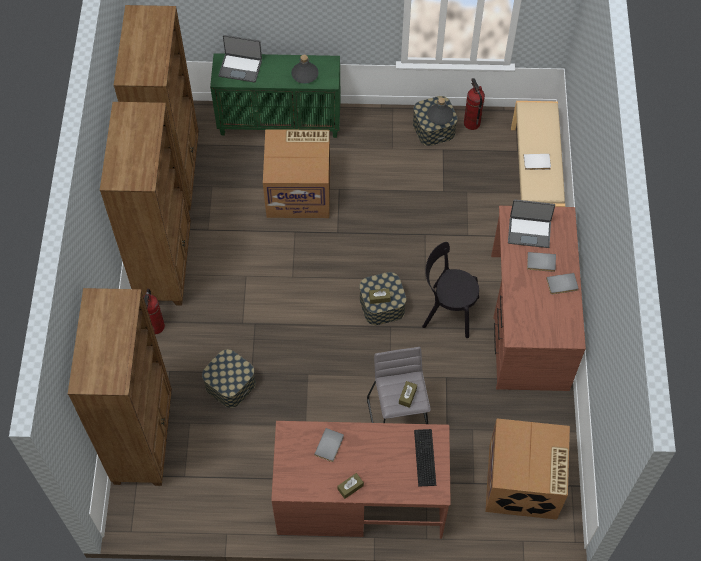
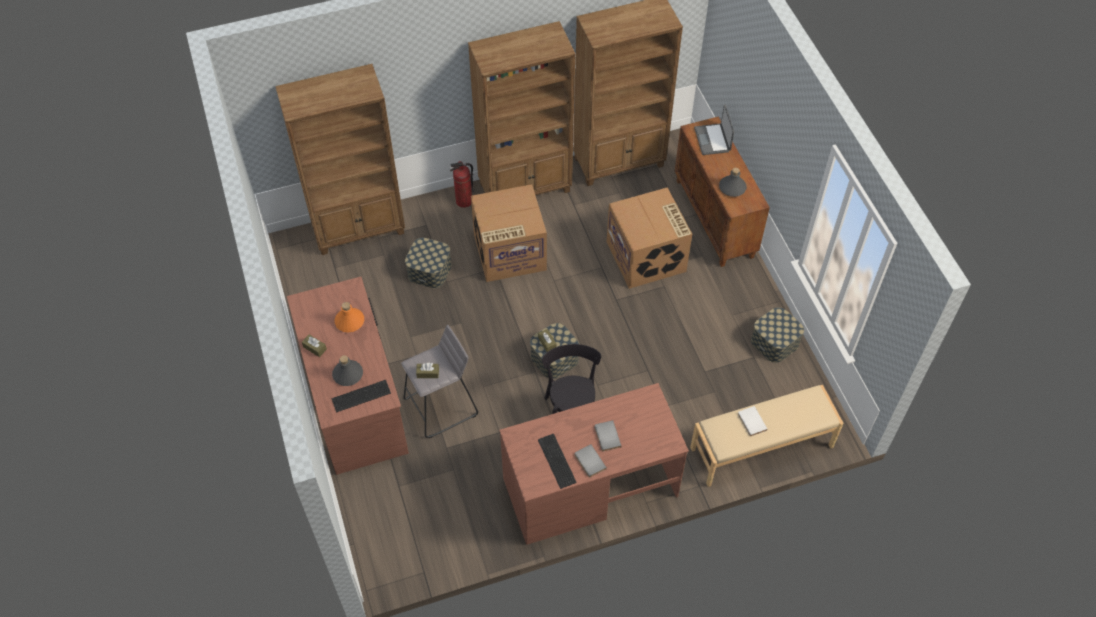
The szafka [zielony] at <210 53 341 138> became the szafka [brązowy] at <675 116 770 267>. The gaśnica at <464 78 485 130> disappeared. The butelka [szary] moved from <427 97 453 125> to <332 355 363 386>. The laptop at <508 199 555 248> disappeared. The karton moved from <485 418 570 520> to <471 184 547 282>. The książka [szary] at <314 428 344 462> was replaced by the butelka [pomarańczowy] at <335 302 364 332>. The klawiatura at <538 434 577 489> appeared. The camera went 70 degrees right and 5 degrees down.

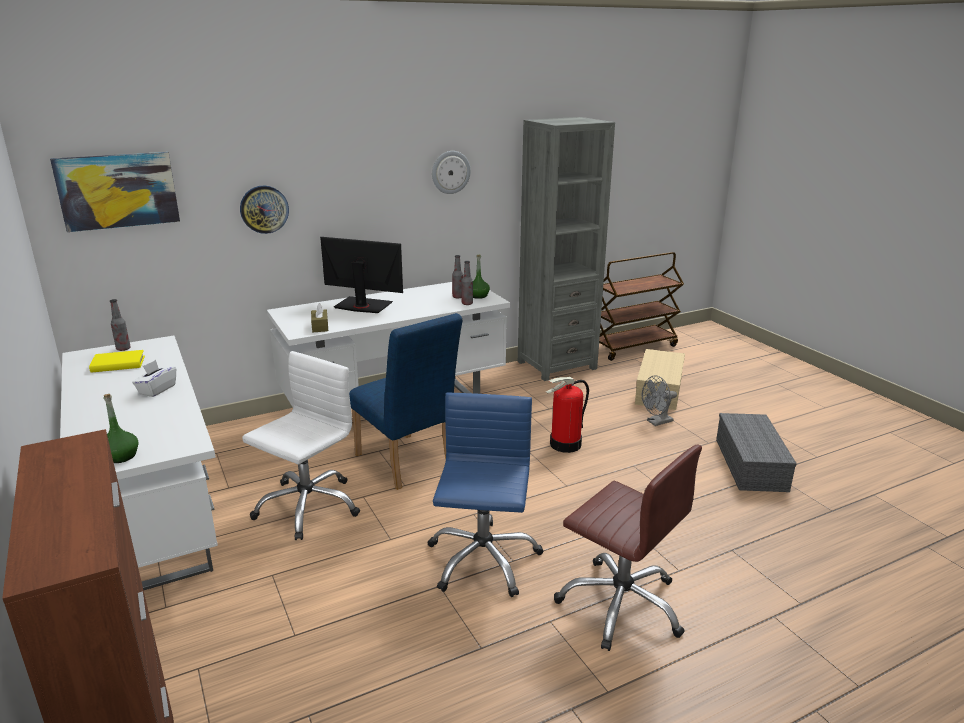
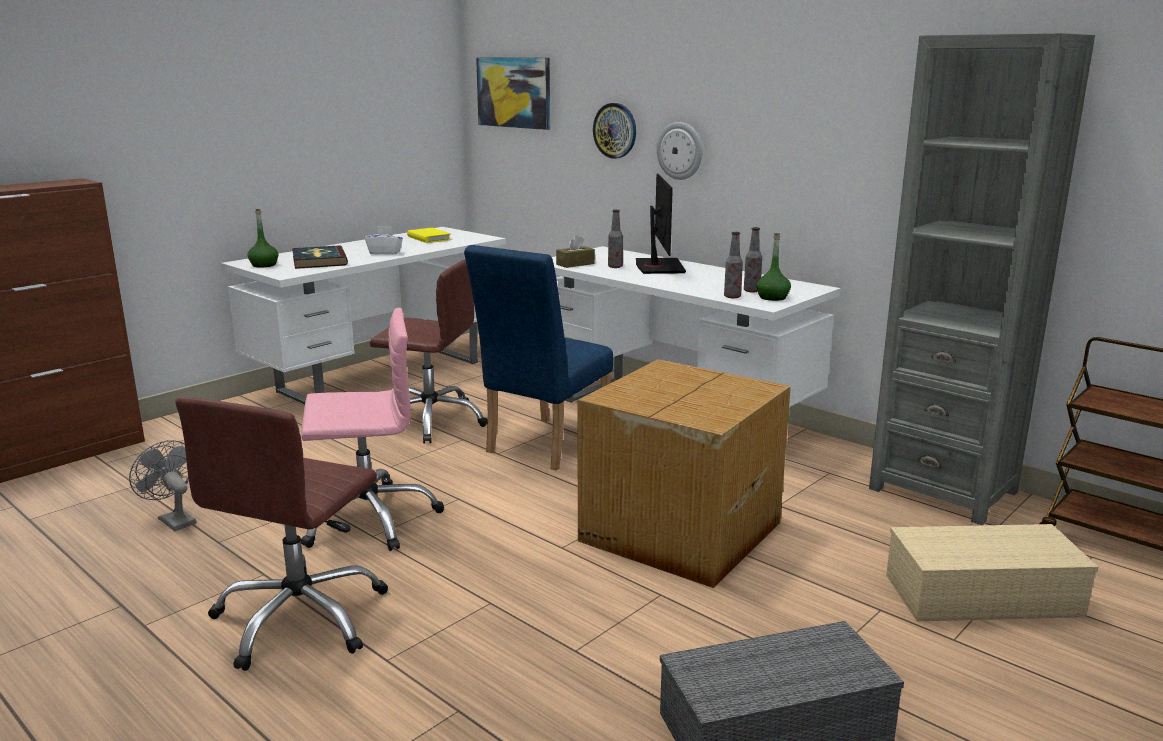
The zegar ścienny moved from <432 151 471 194> to <657 122 702 180>. The butelka moved from <110 299 131 351> to <608 209 623 268>. The krzesło biurowe [biały] at <242 351 360 540> became the krzesło biurowe [brązowy] at <370 259 488 444>. The wentylator [szary] moved from <642 375 677 426> to <129 440 196 531>. The gaśnica at <546 377 589 453> was replaced by the karton at <578 359 791 588>. The krzesło biurowe [niebieski] at <427 393 543 597> became the krzesło biurowe [różowy] at <301 308 444 551>. The książka at <292 245 348 269> appeared. The camera went 70 degrees right and 5 degrees down.

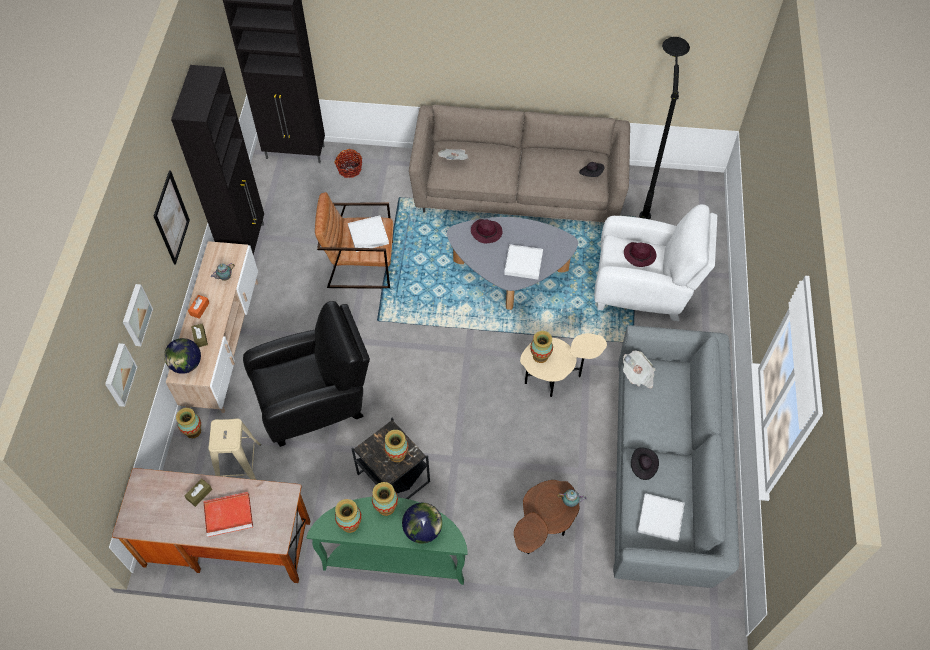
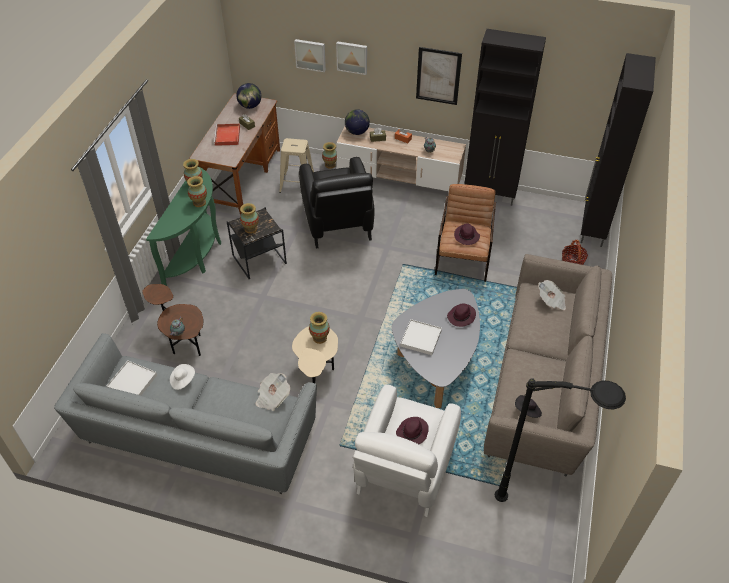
The taca [biały] at <348 215 389 252> was replaced by the kapelusz [fioletowy] at <454 223 480 245>. The kapelusz [czarny] at <631 448 659 480> became the kapelusz [biały] at <170 364 195 390>. The globus moved from <402 503 442 544> to <236 83 262 109>. The camera went 100 degrees right and 10 degrees down.

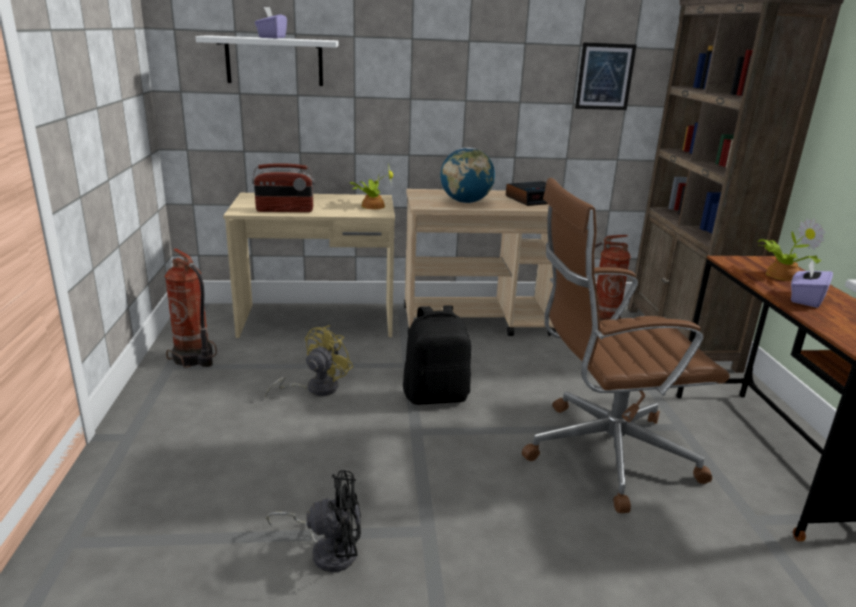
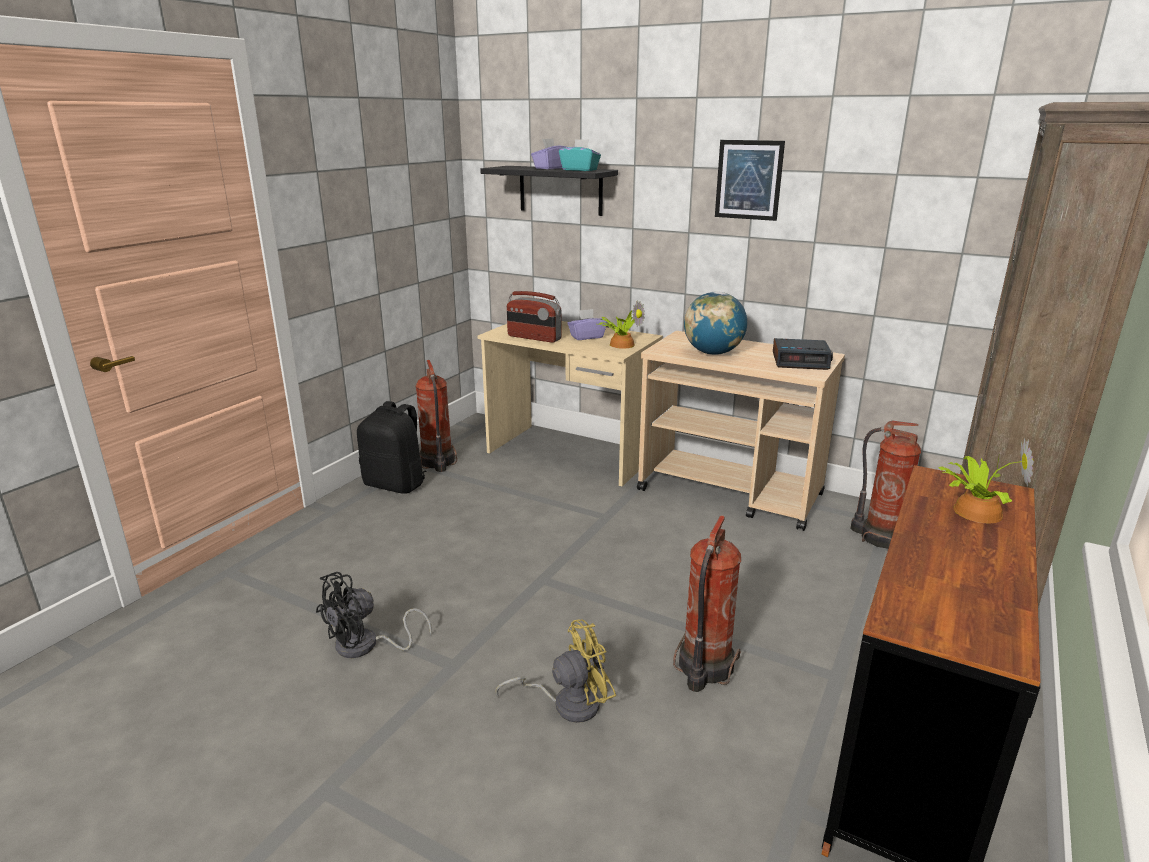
The półka [biały] at <196 35 339 86> became the półka [czarny] at <480 166 618 216>. The obraz moved from <575 42 637 110> to <715 140 785 221>. The krzesło biurowe [brązowy] at <522 178 730 513> was replaced by the gaśnica at <673 515 741 692>. The pudełko chusteczek [fioletowy] moved from <791 260 833 308> to <568 309 607 340>. The plecak [czarny] moved from <403 306 471 405> to <357 401 427 494>. The wentylator [żółty] moved from <266 325 353 399> to <495 619 616 723>. The wentylator [czarny] at <266 470 361 572> turned 105 degrees clockwise. The pudełko chusteczek [turkusowy] at <559 139 601 171> appeared. The camera went 35 degrees right and 0 degrees up.

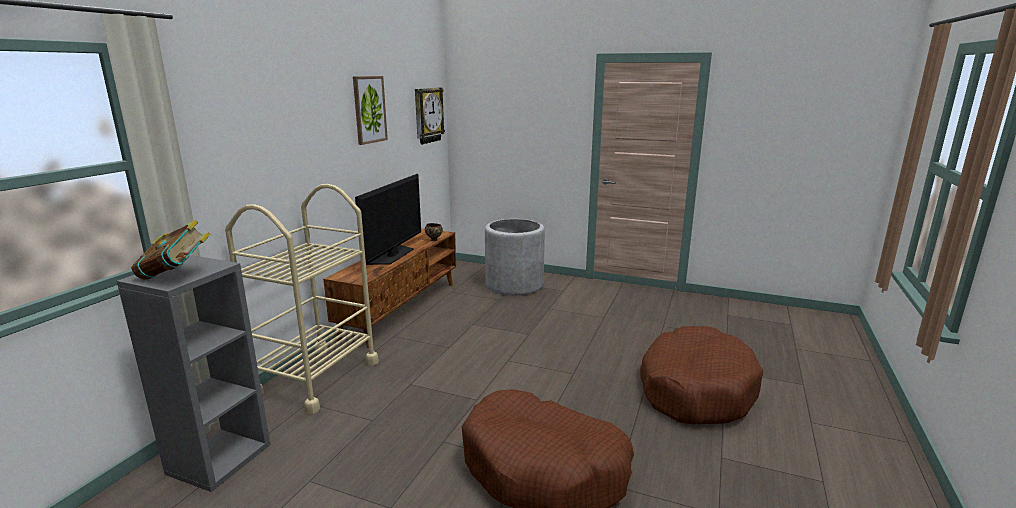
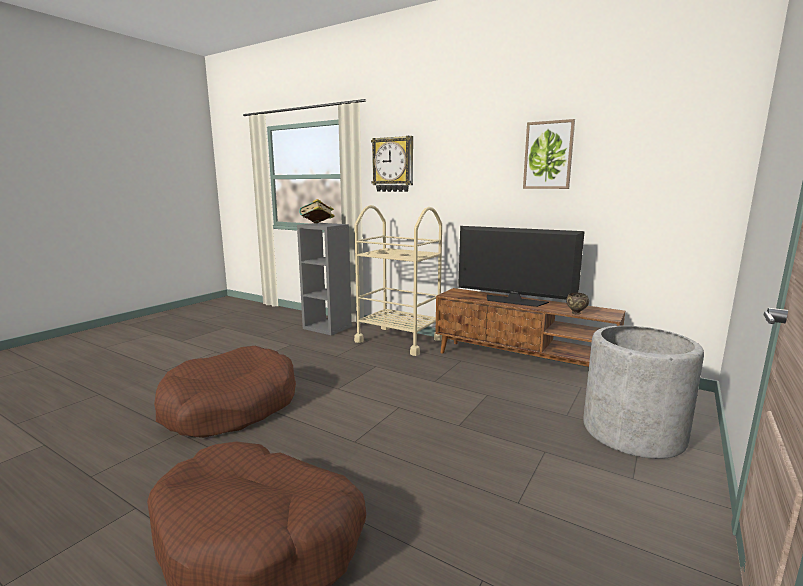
The zegar ścienny moved from <415 88 445 144> to <371 136 413 192>. The camera went 100 degrees right and 5 degrees down.

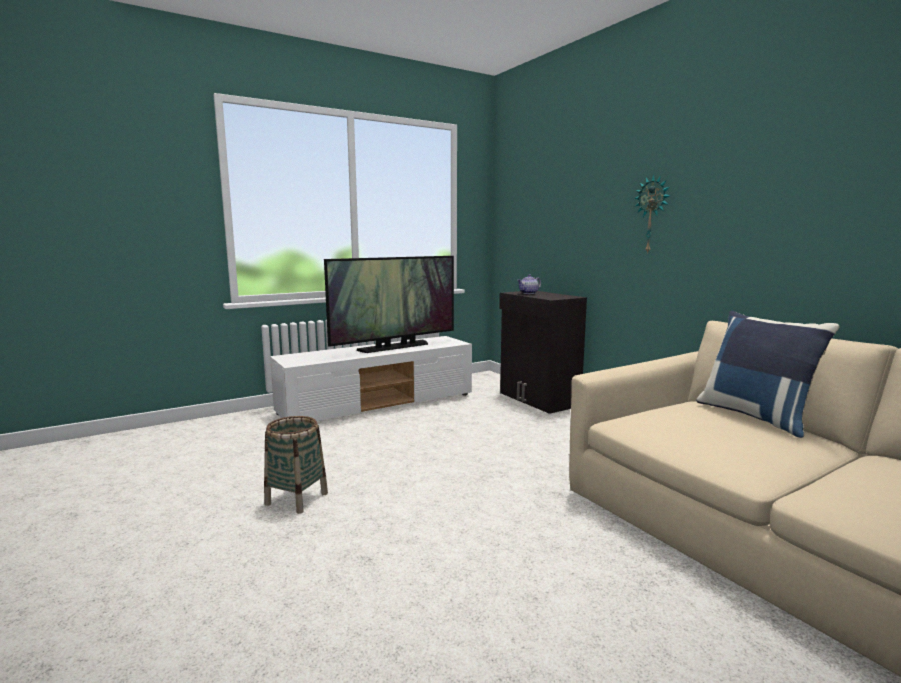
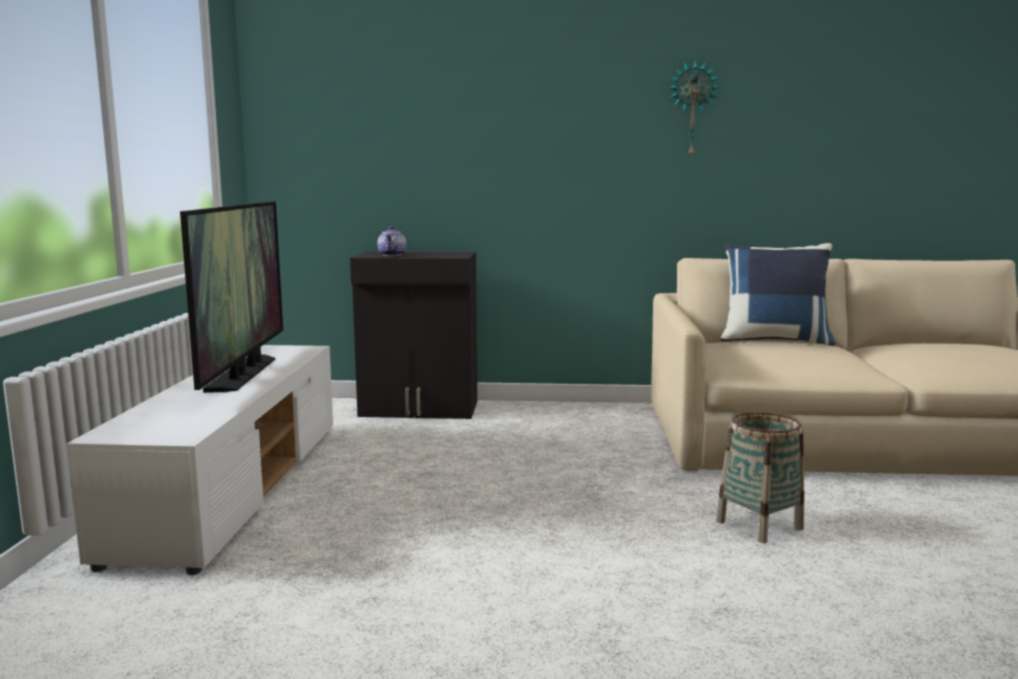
The zegar ścienny moved from <634 174 670 254> to <668 59 721 156>. The koszyk moved from <264 416 328 514> to <716 412 804 543>. The camera went 55 degrees left and 0 degrees up.

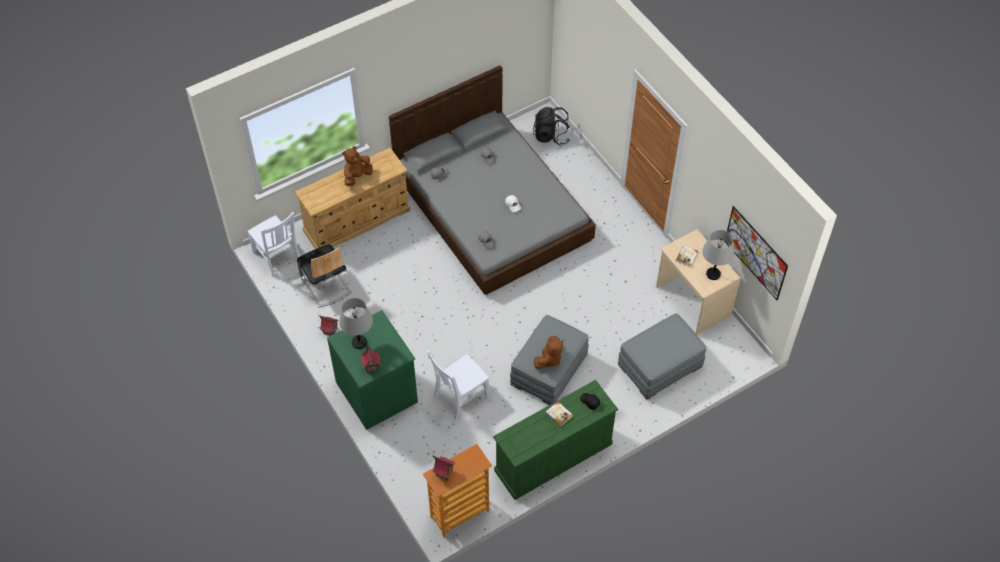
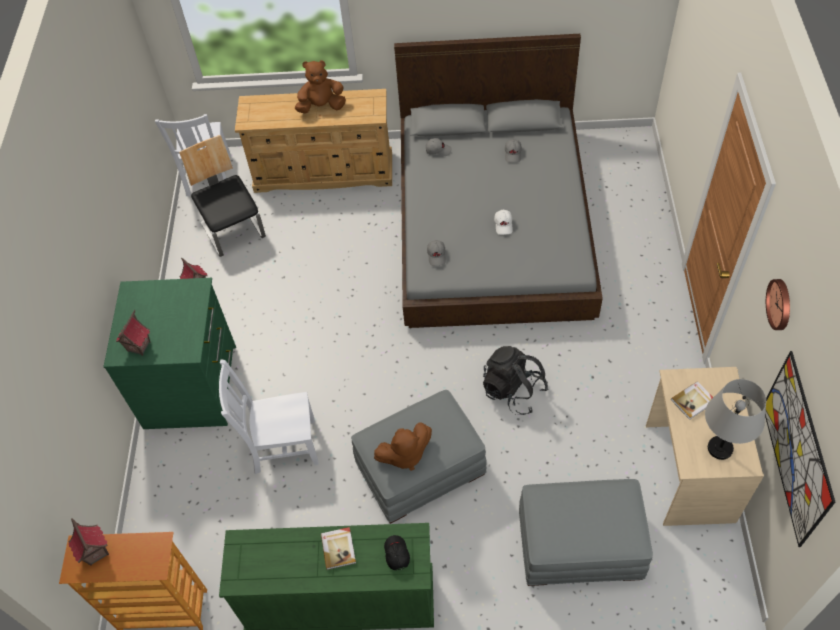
The plecak [czarny] moved from <533 107 571 145> to <483 346 548 415>. The krzesło at <297 244 352 308> turned 150 degrees clockwise. The lampa stołowa [szary] at <339 298 373 349> disappeared. The zegar ścienny at <766 279 790 330> appeared. The camera went 35 degrees right and 0 degrees up.

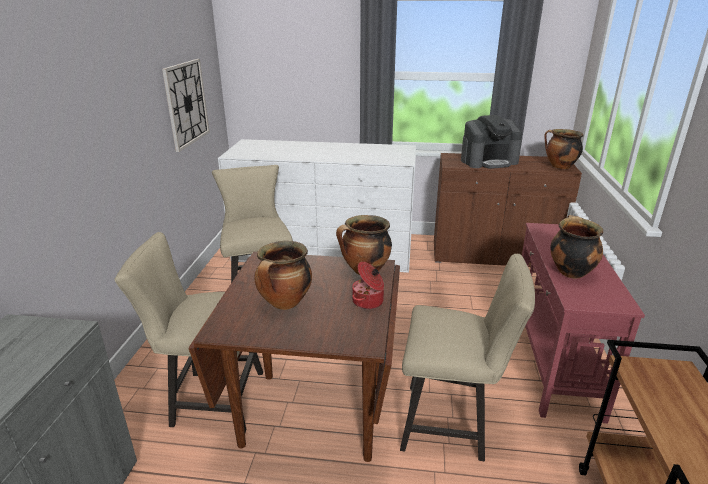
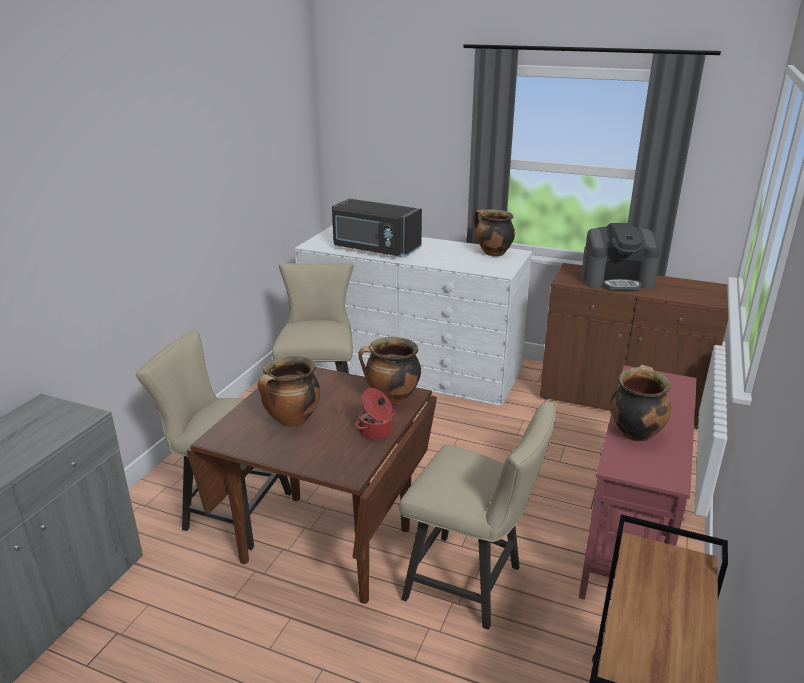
The zegar ścienny at <162 59 210 152> disappeared. The garnek moved from <544 129 584 169> to <473 209 515 256>. The mikrofalówka [czarny] at <332 199 422 257> appeared. The camera went 15 degrees right and 0 degrees up.

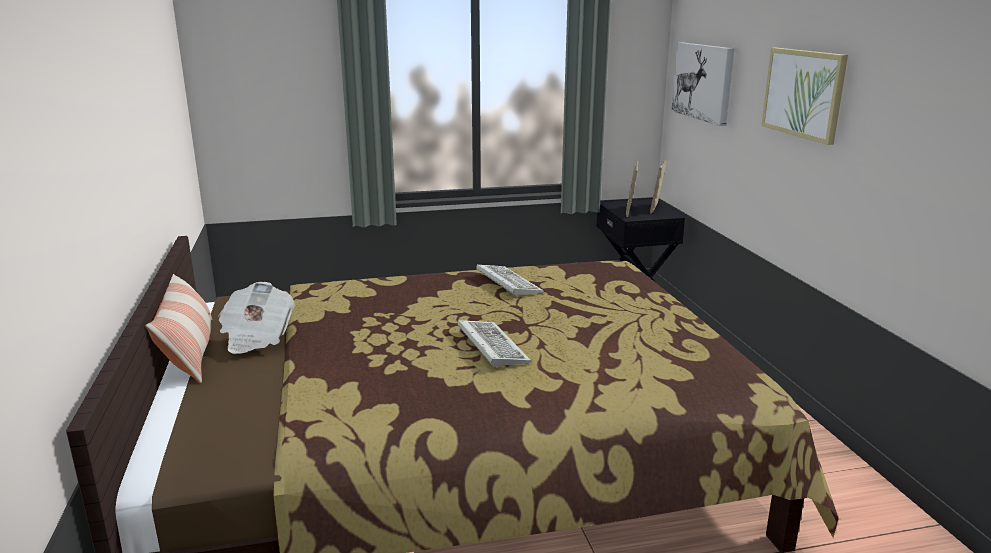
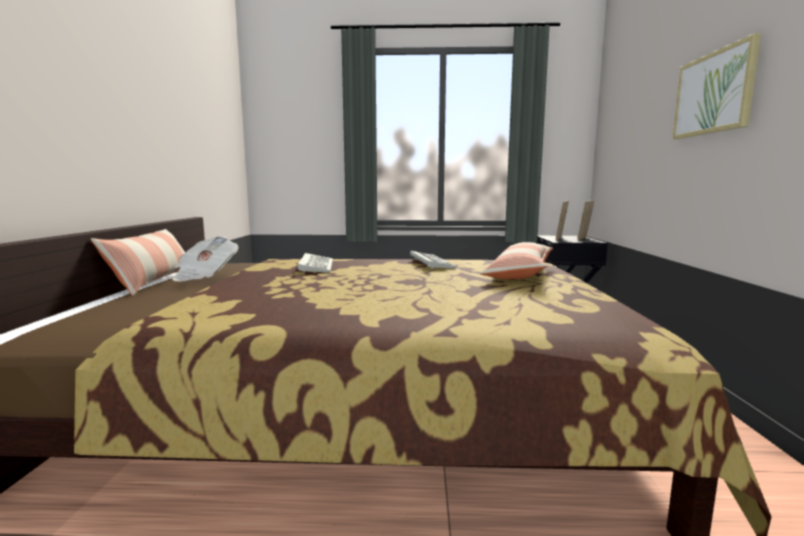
The obraz at <671 43 734 126> disappeared. The klawiatura moved from <458 320 532 368> to <297 253 333 273>. The poduszka at <480 242 553 279> appeared. The camera went 15 degrees right and 10 degrees down.

